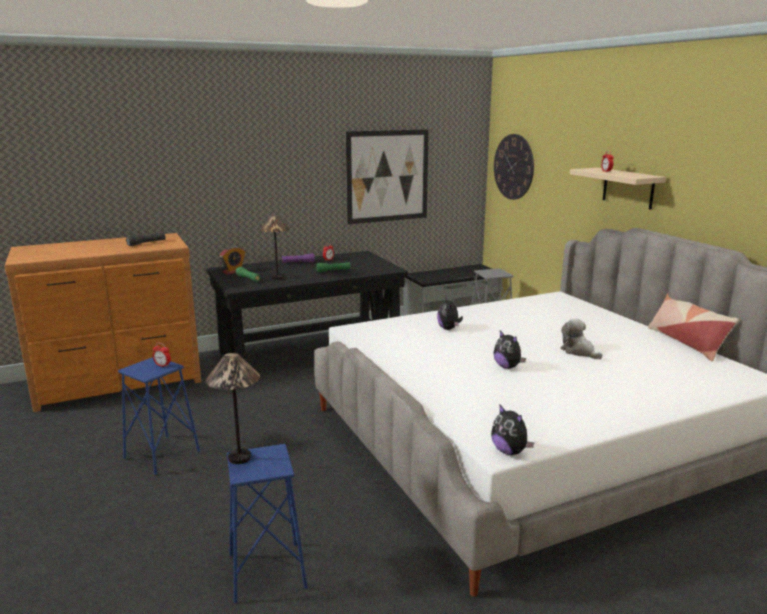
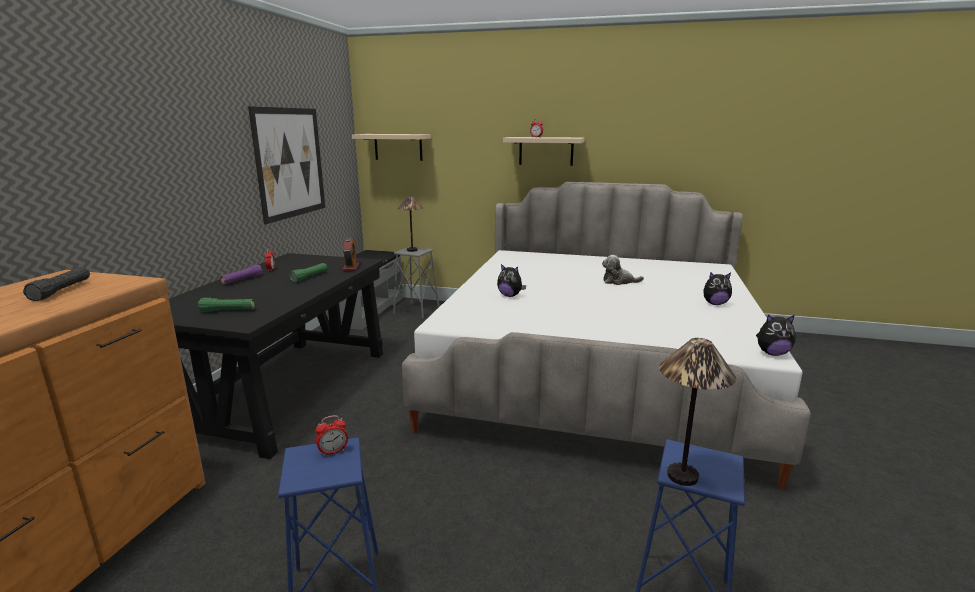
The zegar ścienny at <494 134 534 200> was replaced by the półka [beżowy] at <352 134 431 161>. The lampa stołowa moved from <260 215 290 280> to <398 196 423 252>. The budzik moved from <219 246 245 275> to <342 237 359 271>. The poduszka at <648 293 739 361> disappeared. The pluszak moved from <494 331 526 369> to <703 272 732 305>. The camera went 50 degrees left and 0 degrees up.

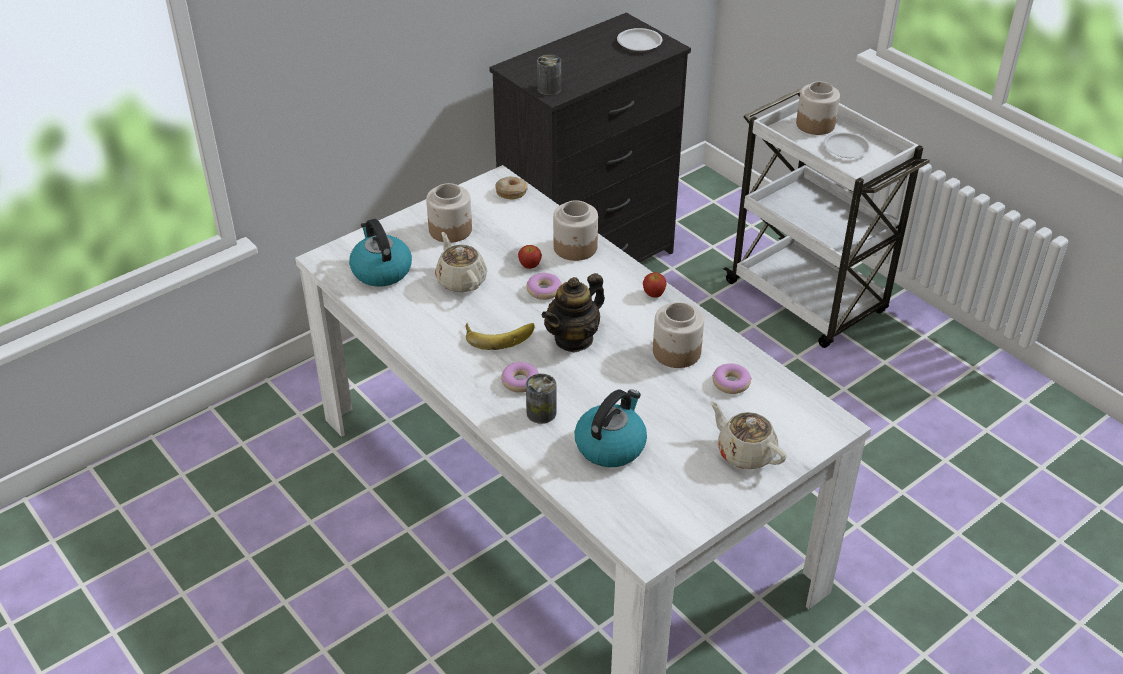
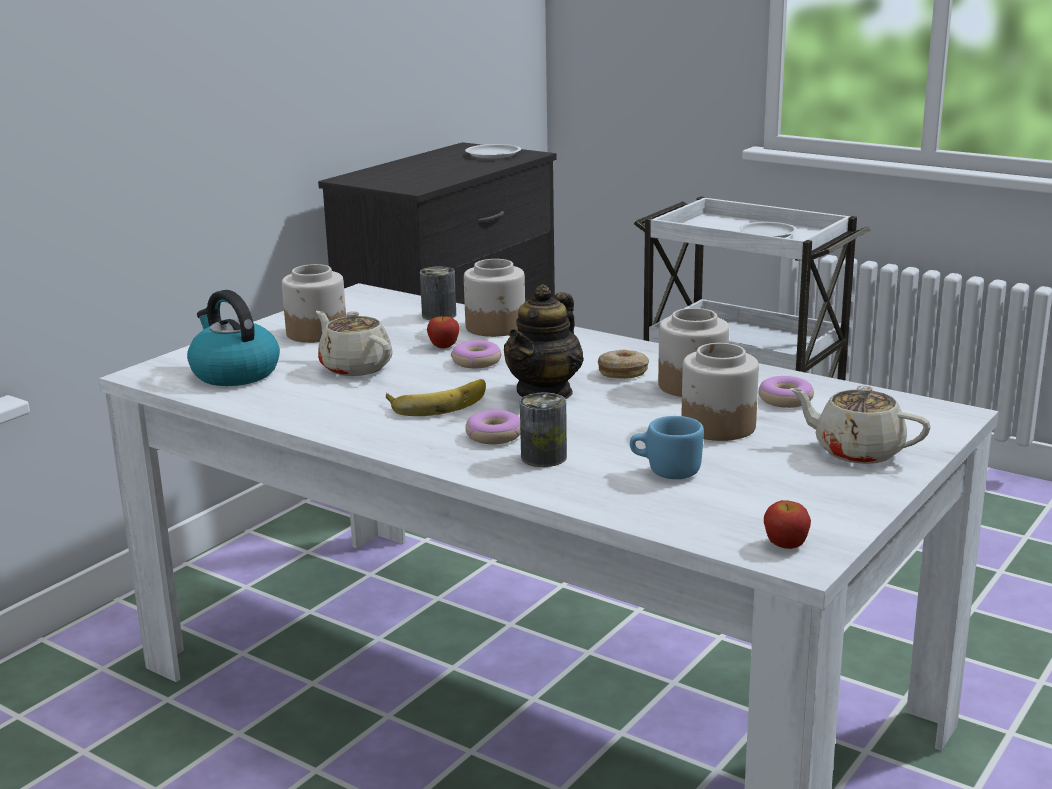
The puszka moved from <537 55 561 95> to <420 266 456 320>. The słoik moved from <796 81 840 135> to <681 343 759 441>. The donut moved from <495 176 528 199> to <598 350 649 379>. The jabłko moved from <643 272 667 298> to <764 500 811 549>. The czajnik at <575 389 647 467> was replaced by the kubek [niebieski] at <630 416 704 479>. The camera went 15 degrees left and 20 degrees down.

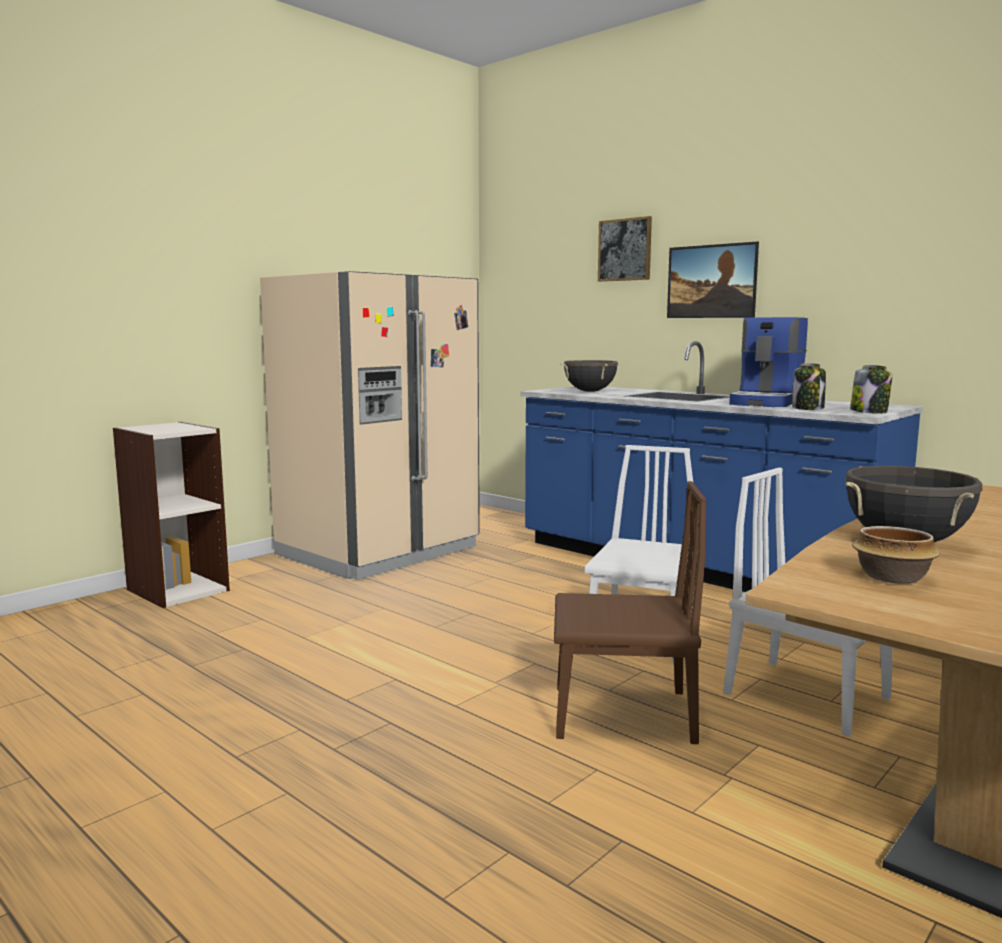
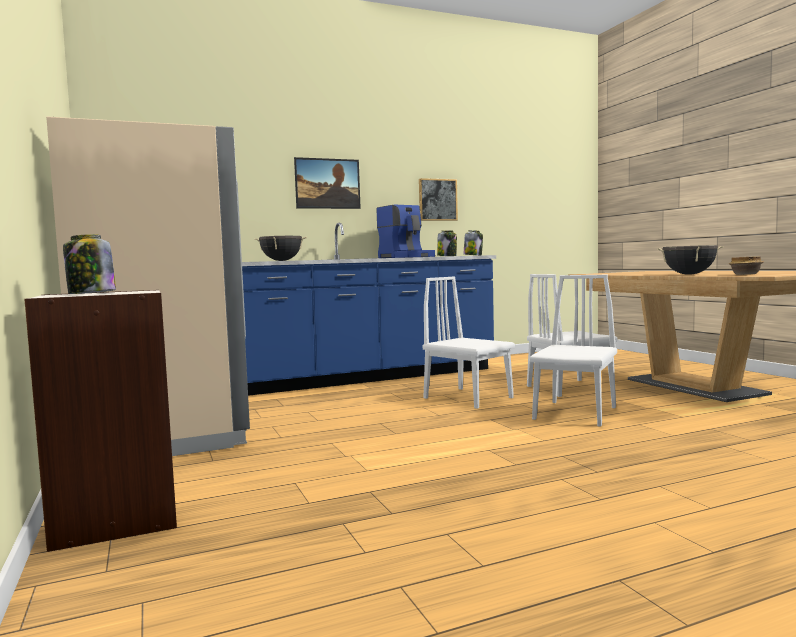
The obraz moved from <598 216 652 282> to <419 178 458 221>. The krzesło [brązowy] at <554 481 707 744> became the krzesło [biały] at <530 275 617 427>. The słoik at <63 234 116 294> appeared. The camera went 65 degrees left and 5 degrees down.

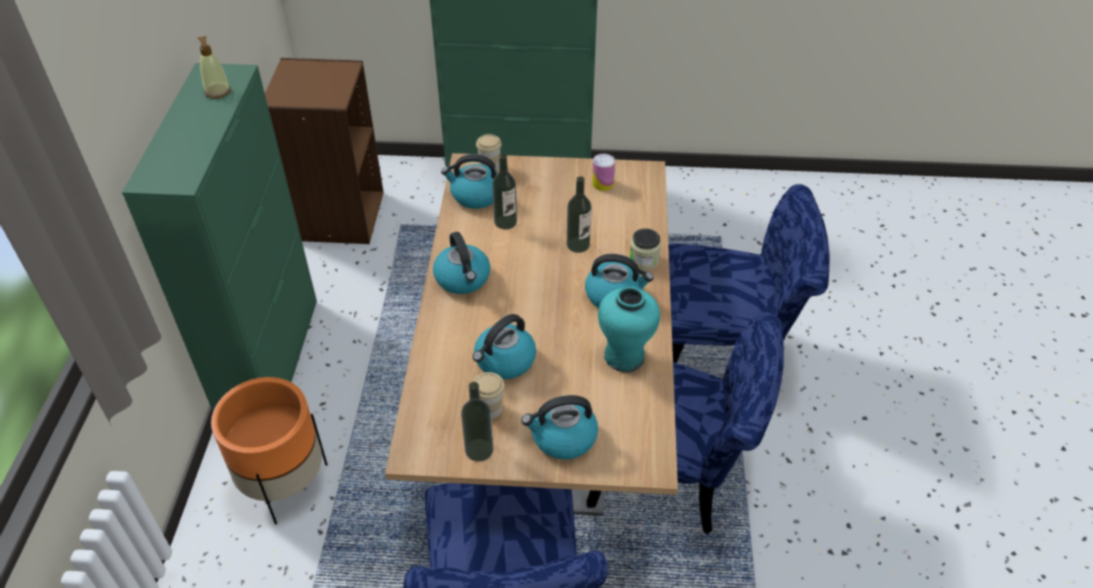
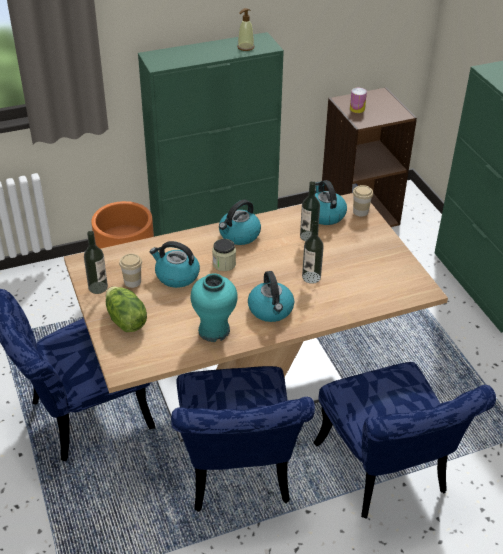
The puszka moved from <592 154 615 191> to <350 88 367 113>. The słoik moved from <630 228 661 270> to <212 239 236 271>. The czajnik at <521 395 598 460> was replaced by the sałata at <106 286 147 332>. The camera went 65 degrees right and 5 degrees down.

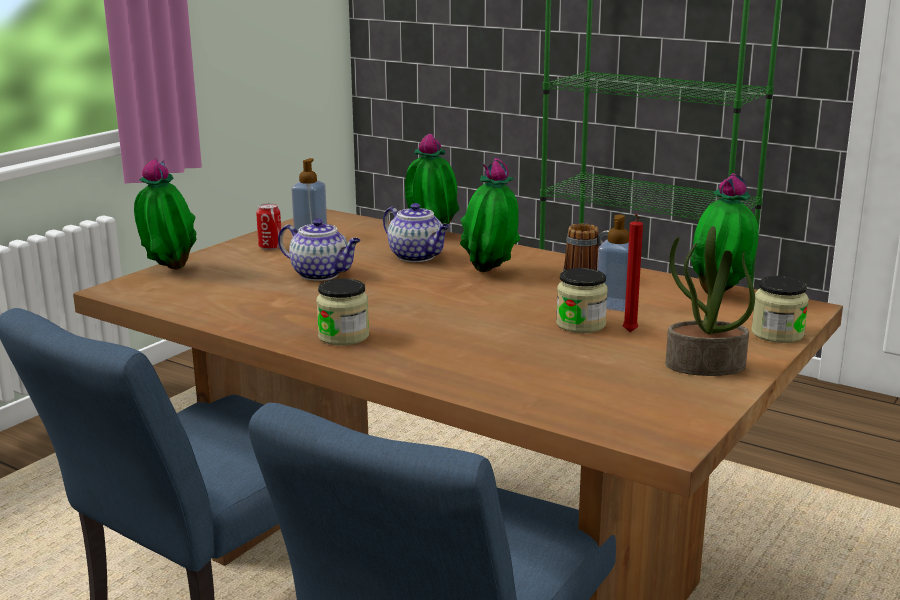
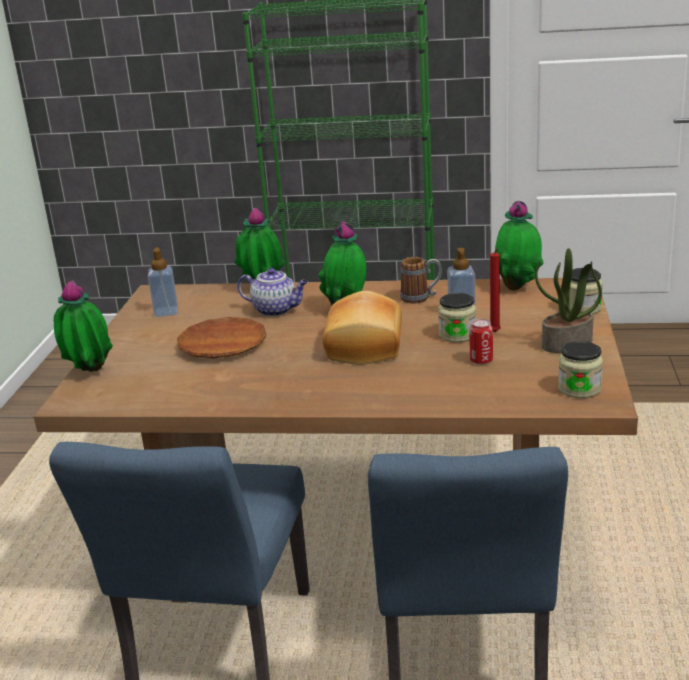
The puszka moved from <256 203 281 250> to <470 319 493 365>. The imbryk at <278 218 361 281> was replaced by the talerz [brązowy] at <177 317 267 358>. The słoik moved from <316 278 369 346> to <558 341 603 398>. The chleb at <323 291 402 364> appeared. The camera went 25 degrees left and 5 degrees up.

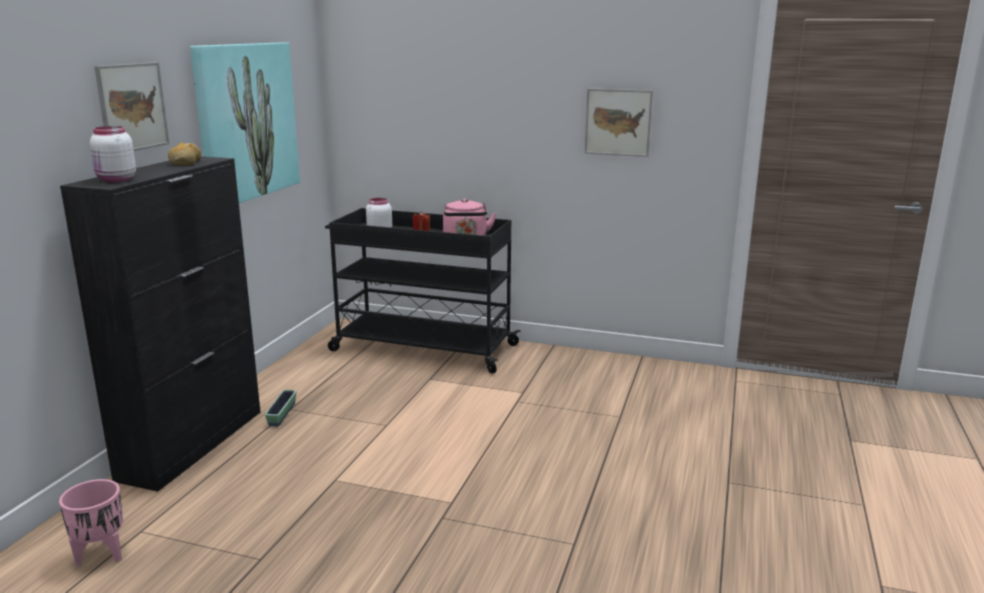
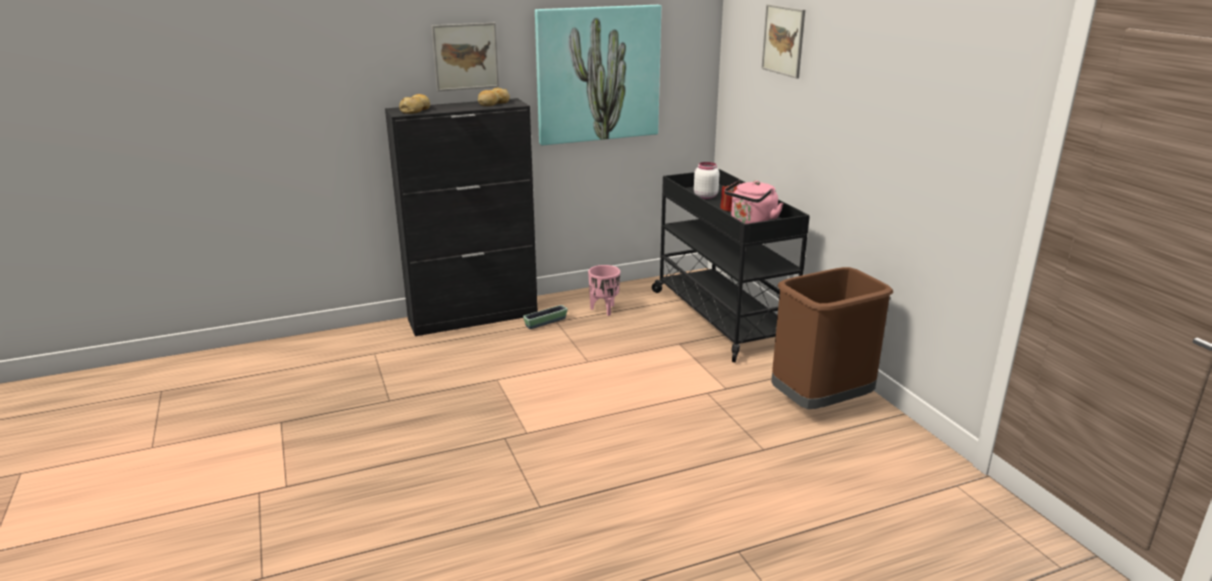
The obraz moved from <585 88 653 157> to <761 4 805 79>. The słoik [biały] at <90 126 136 182> was replaced by the chleb at <399 94 430 114>. The donica [różowy] moved from <59 479 123 566> to <588 265 620 316>. The kosz na śmieci [brązowy] at <771 267 893 409> appeared. The camera went 50 degrees right and 5 degrees up.

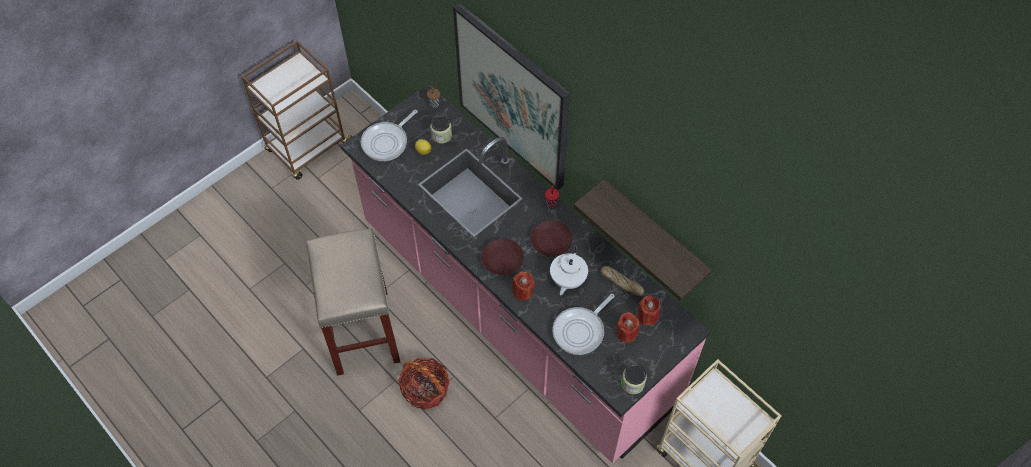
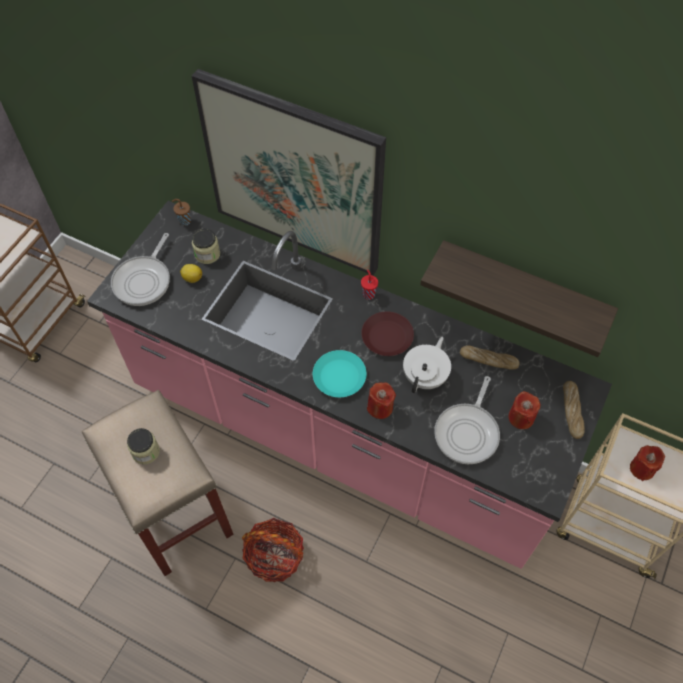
The talerz [brązowy] at <481 238 524 275> became the talerz [turkusowy] at <313 350 367 397>. The imbryk [biały] at <550 245 588 295> turned 150 degrees counterclockwise. The świeca [czerwony] moved from <638 296 661 326> to <630 445 665 481>. The słoik moved from <621 364 647 394> to <127 428 160 464>. The chleb at <563 381 585 439> appeared. The camera went 20 degrees left and 0 degrees up.

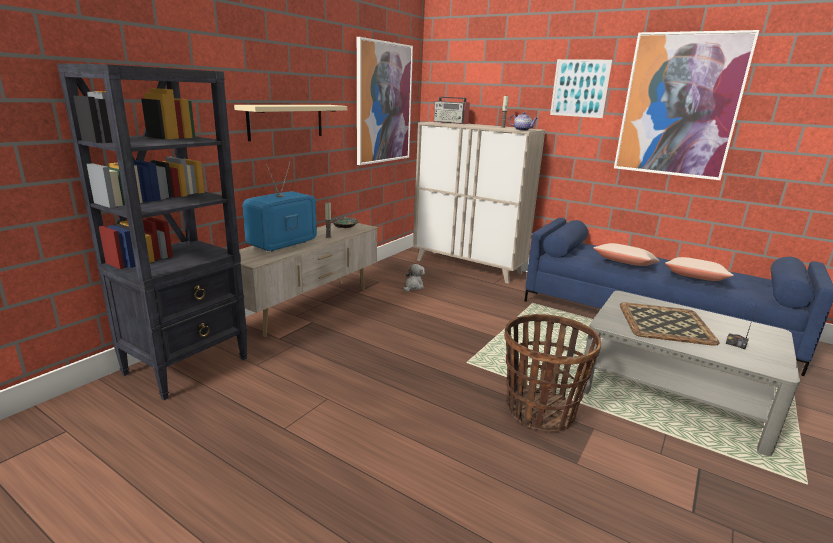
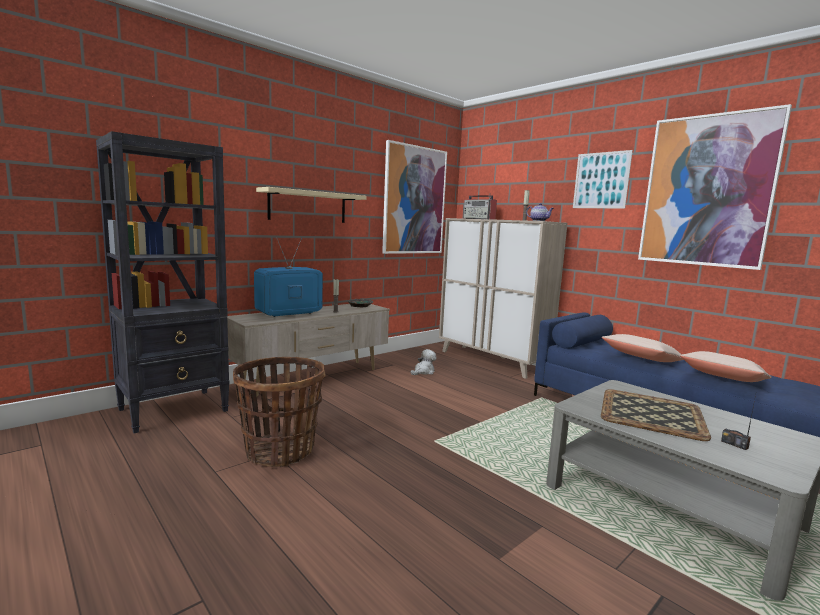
The koszyk moved from <504 314 601 431> to <233 357 326 467>. The camera went 15 degrees right and 10 degrees down.

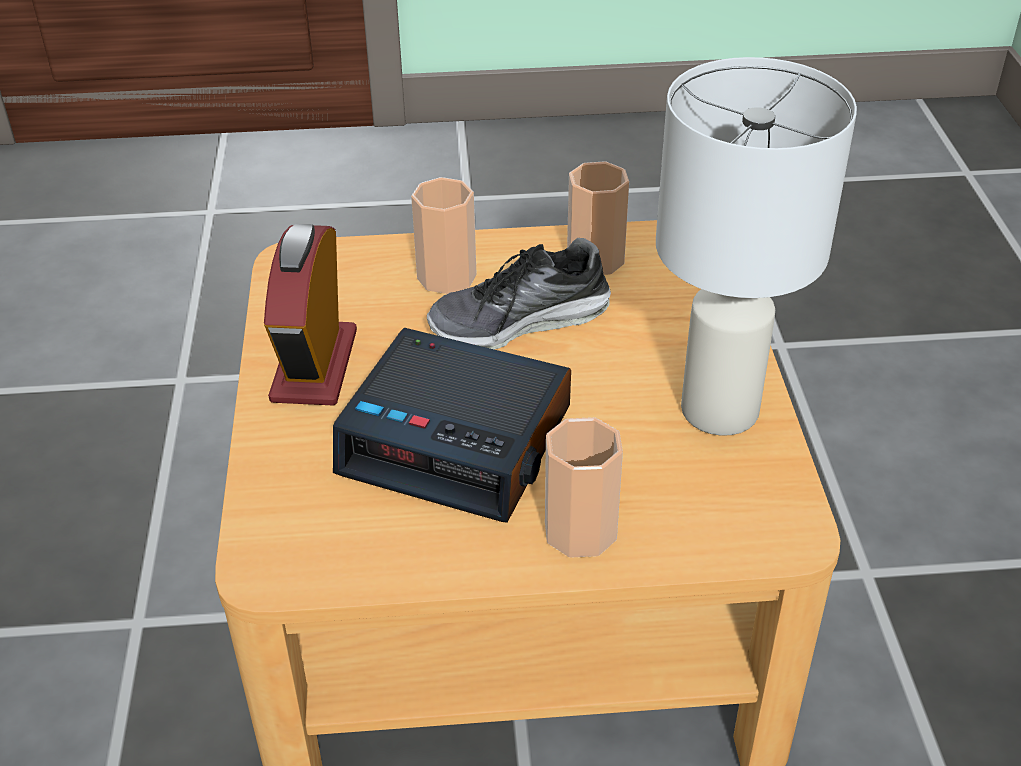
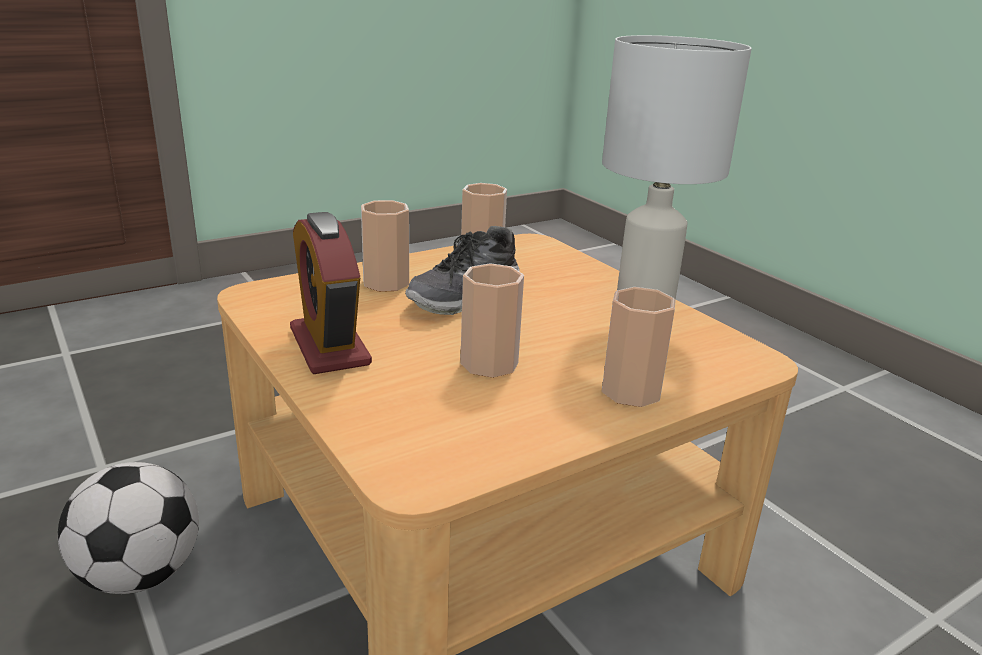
The budzik at <333 328 571 523> was replaced by the filiżanka at <460 263 524 378>. The piłka futbolowa at <58 462 199 594> appeared. The camera went 30 degrees left and 15 degrees down.

